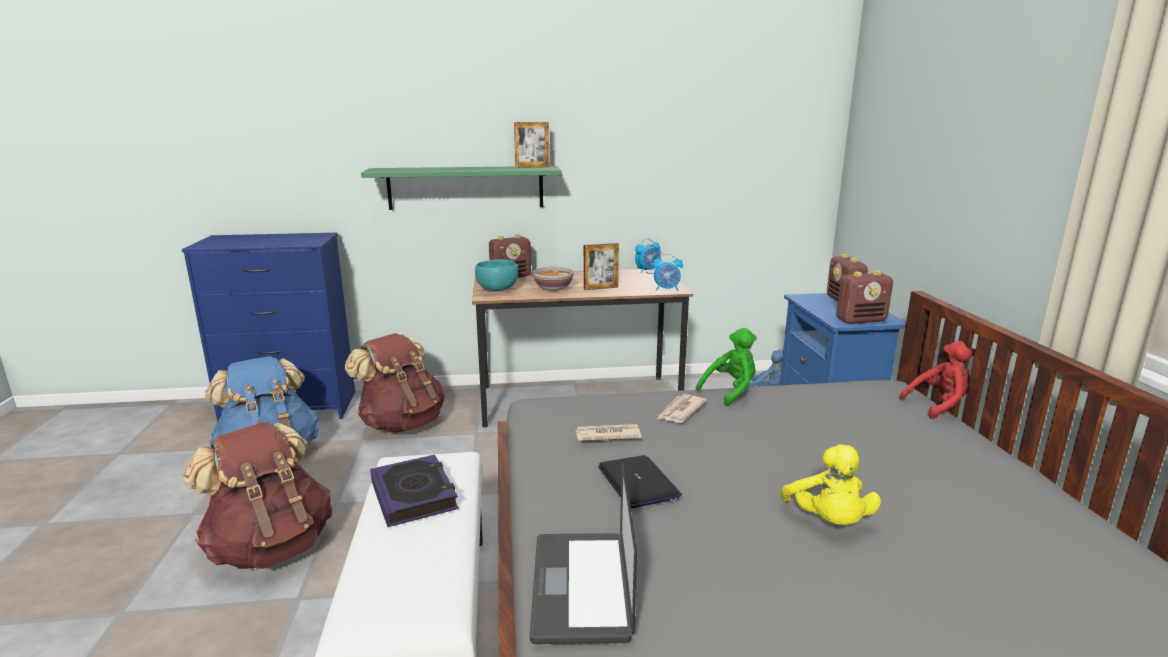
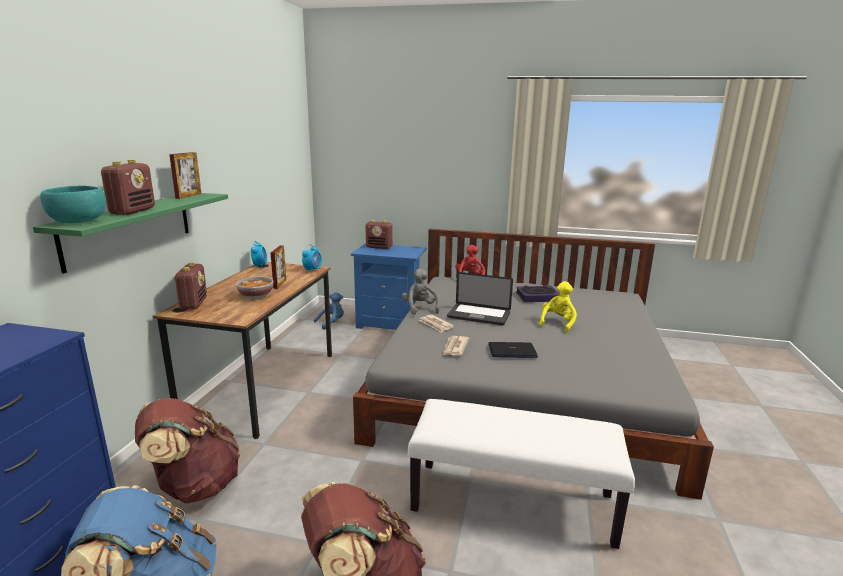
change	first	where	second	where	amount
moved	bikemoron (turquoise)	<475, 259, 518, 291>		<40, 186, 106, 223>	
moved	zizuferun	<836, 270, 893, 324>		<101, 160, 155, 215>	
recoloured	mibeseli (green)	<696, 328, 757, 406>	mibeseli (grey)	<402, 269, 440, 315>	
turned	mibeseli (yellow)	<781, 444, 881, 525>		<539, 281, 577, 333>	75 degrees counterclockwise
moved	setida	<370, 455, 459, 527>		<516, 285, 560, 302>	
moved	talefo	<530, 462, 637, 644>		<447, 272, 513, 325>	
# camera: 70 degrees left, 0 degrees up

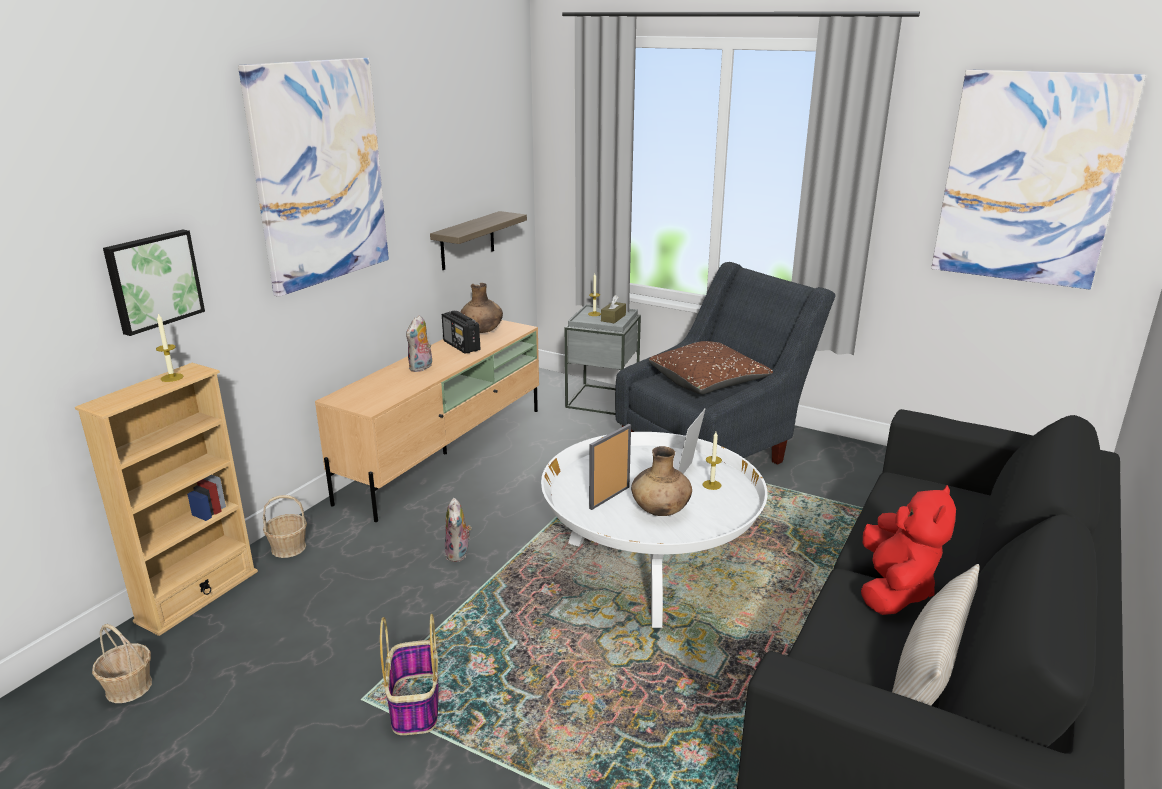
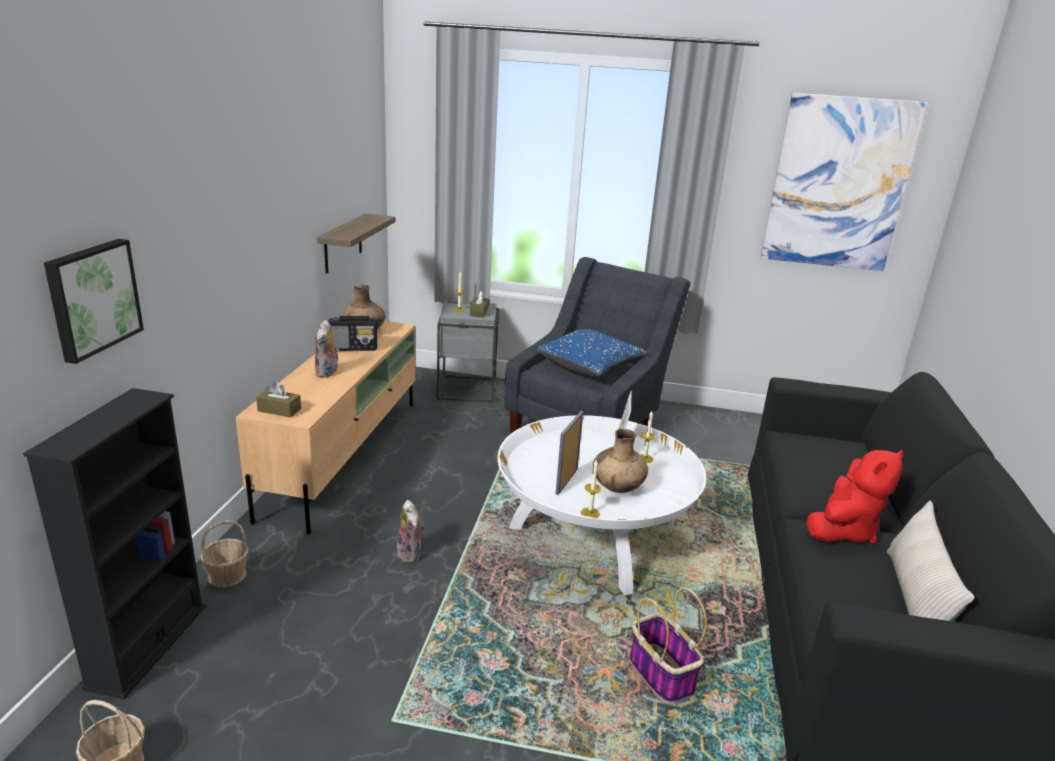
change	first	where	second	where	amount
removed	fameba	<238, 58, 389, 297>			
turned	zizuferun	<442, 310, 480, 353>		<328, 316, 377, 351>	45 degrees counterclockwise
moved	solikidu	<156, 314, 184, 382>		<581, 460, 601, 518>	
recoloured	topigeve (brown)	<649, 341, 773, 394>	topigeve (blue)	<537, 329, 648, 378>	
recoloured	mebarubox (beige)	<75, 363, 258, 636>	mebarubox (black)	<23, 388, 206, 699>	
turned	mibeseli (red)	<861, 485, 956, 615>		<807, 450, 903, 544>	45 degrees clockwise
moved	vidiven	<380, 614, 438, 735>		<629, 587, 707, 704>	
added			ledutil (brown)	<256, 382, 301, 418>	
# camera: 20 degrees left, 0 degrees up

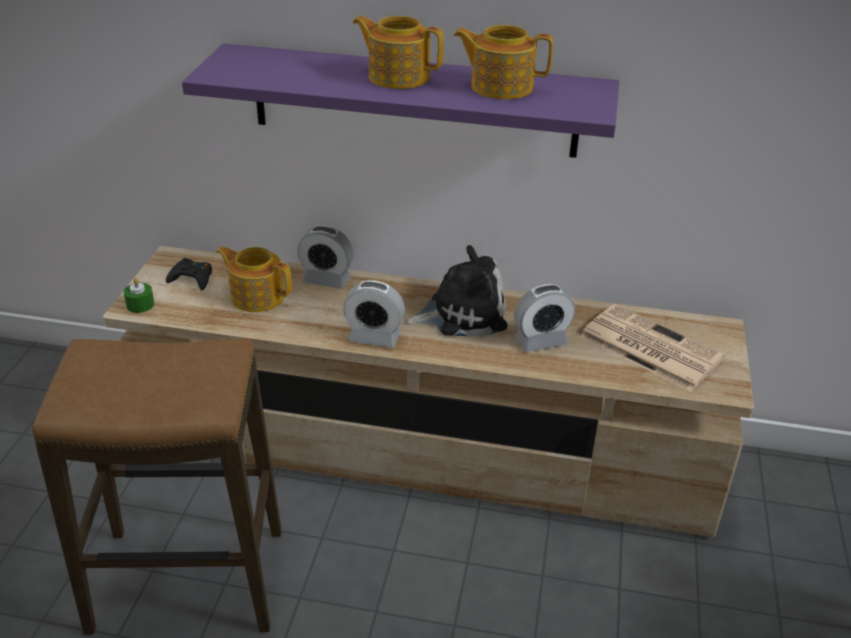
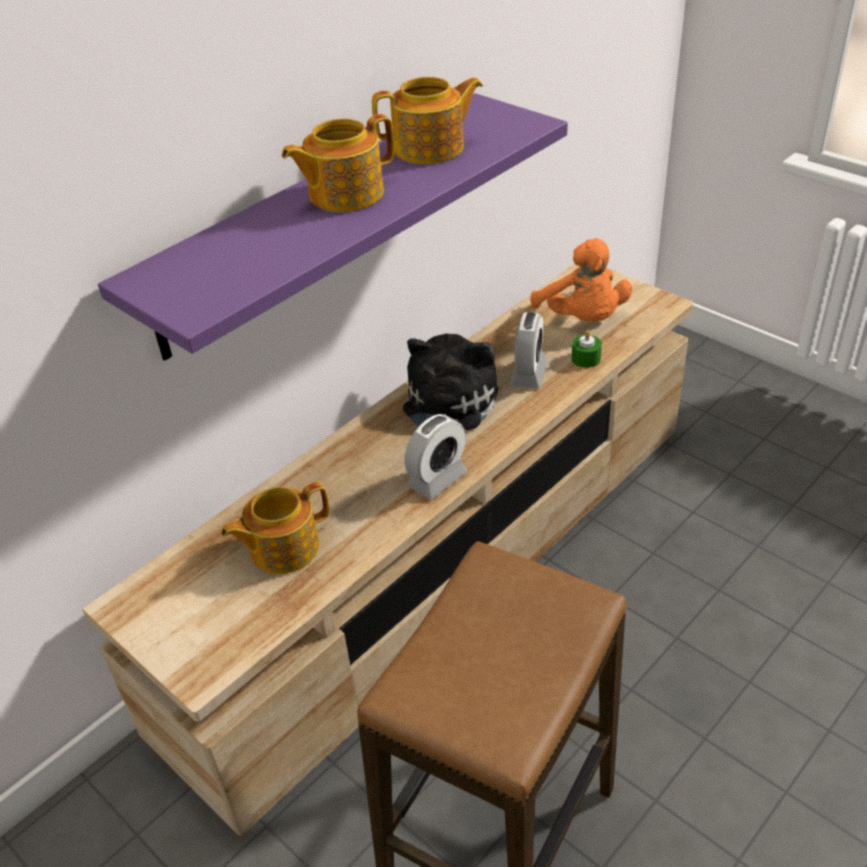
change	first	where	second	where	amount
turned	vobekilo	<453, 25, 553, 99>		<372, 77, 483, 164>	150 degrees counterclockwise
removed	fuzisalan	<297, 225, 354, 289>			
removed	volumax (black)	<166, 258, 212, 290>			
moved	solikidu (green)	<124, 278, 154, 313>		<571, 330, 602, 368>	
replaced	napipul	<580, 304, 725, 391>	mibeseli (orange)	<530, 238, 632, 322>	
# camera: 55 degrees left, 5 degrees up

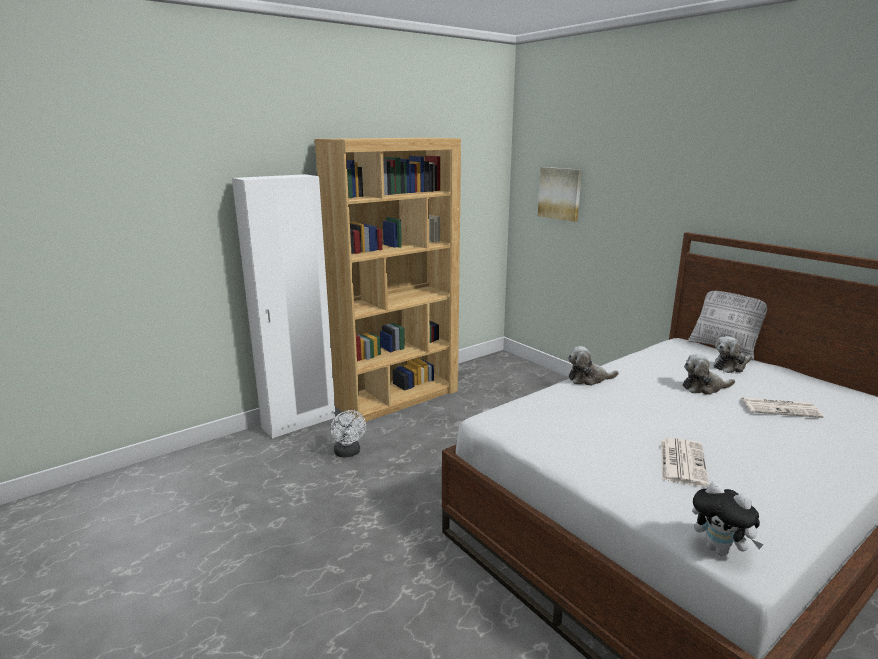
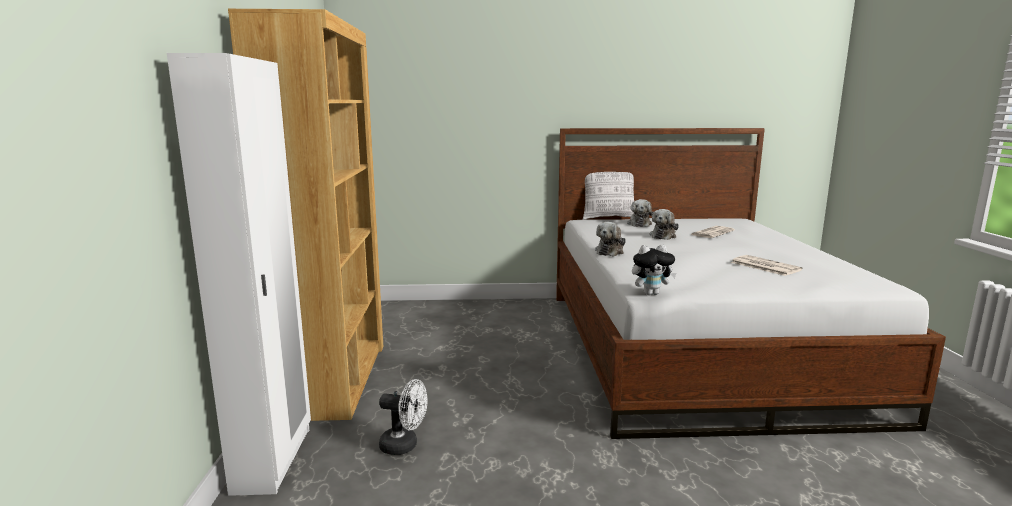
change	first	where	second	where	amount
removed	fameba	<538, 167, 582, 222>			
moved	mibeseli	<692, 481, 764, 556>		<632, 244, 677, 295>	
# camera: 55 degrees left, 5 degrees down

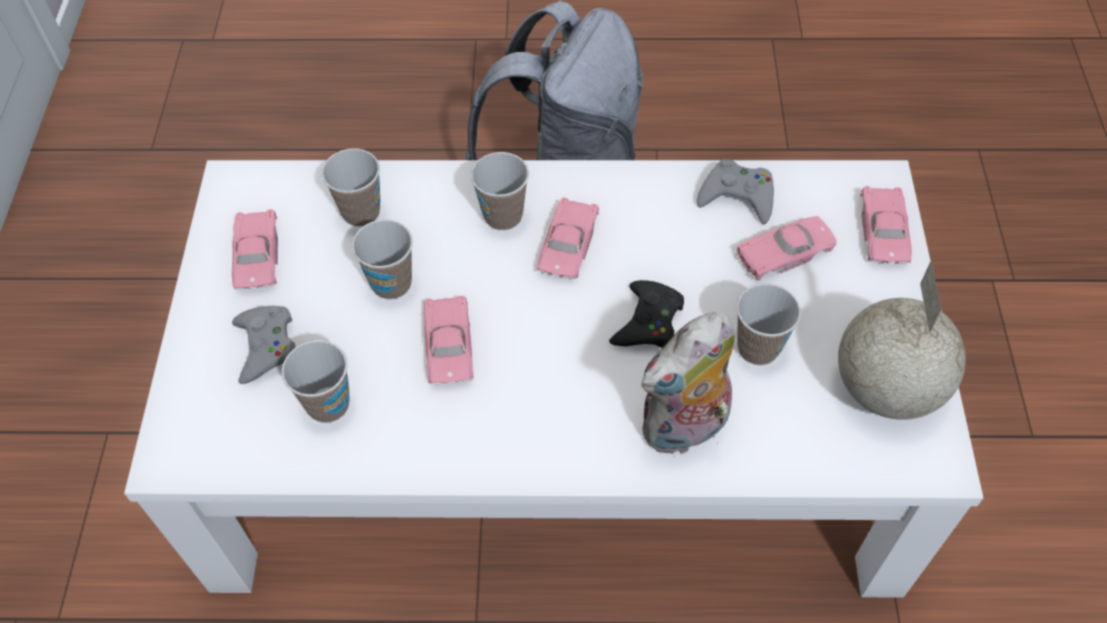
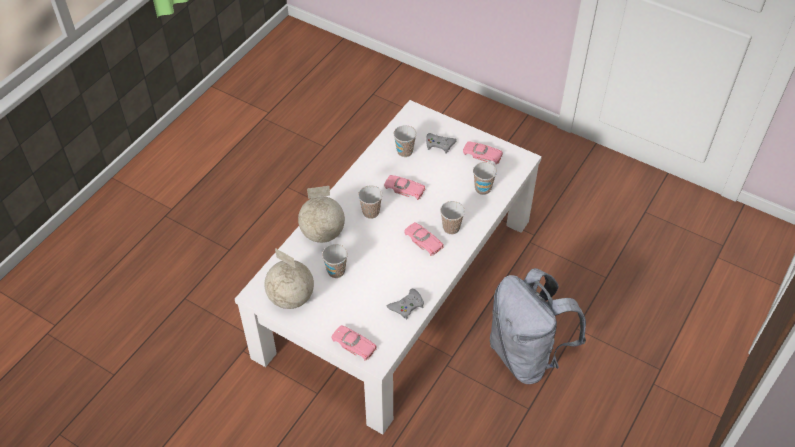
change	first	where	second	where	amount
removed	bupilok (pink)	<735, 216, 837, 280>			
moved	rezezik	<352, 219, 413, 299>		<358, 185, 383, 219>	
removed	volumax (black)	<609, 280, 684, 348>			
replaced	mibeseli	<641, 312, 735, 454>	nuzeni	<298, 186, 345, 243>	
# camera: 120 degrees right, 5 degrees down

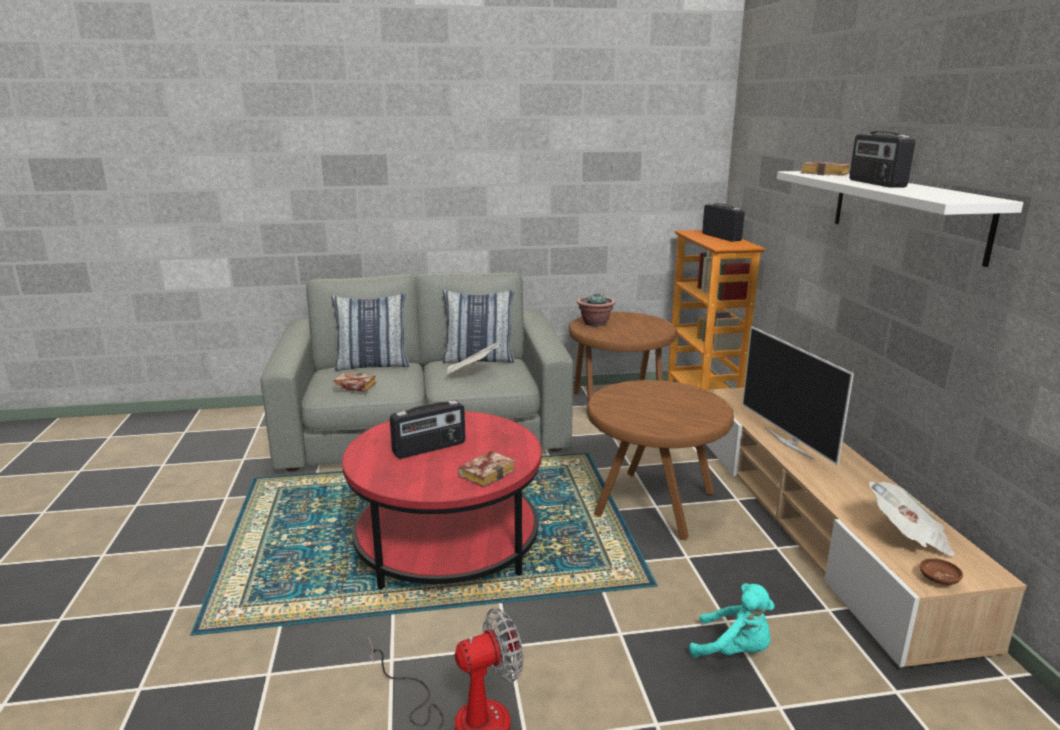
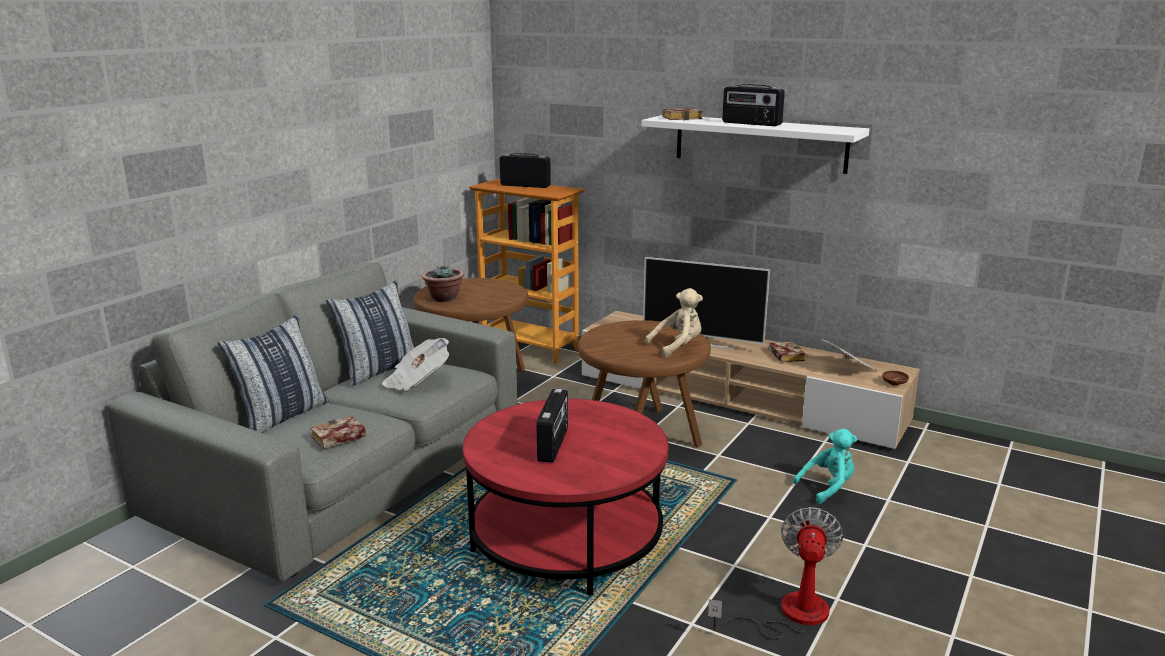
change	first	where	second	where	amount
moved	setida	<458, 451, 515, 487>		<769, 342, 805, 363>	
added			mibeseli (beige)	<645, 288, 703, 358>	
# camera: 50 degrees left, 0 degrees up

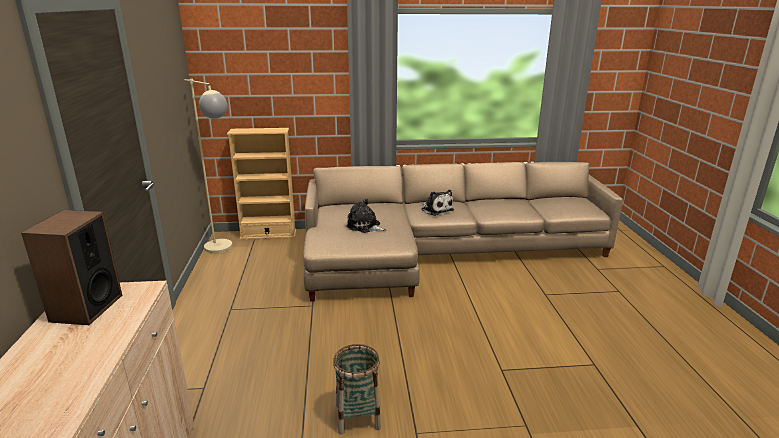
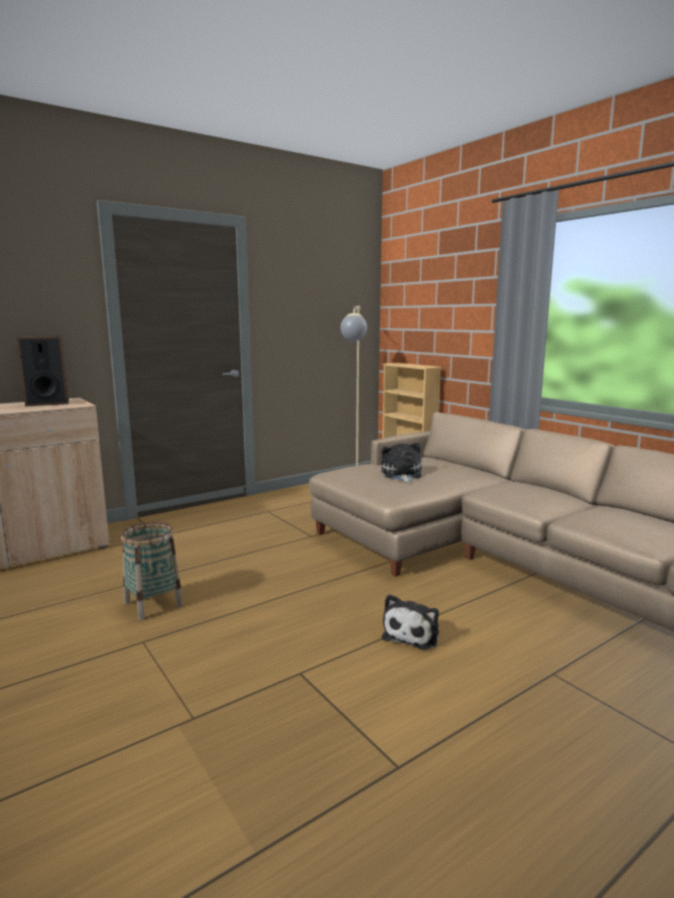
change	first	where	second	where	amount
moved	mibeseli	<422, 190, 454, 216>		<382, 594, 439, 650>	
# camera: 60 degrees right, 10 degrees down

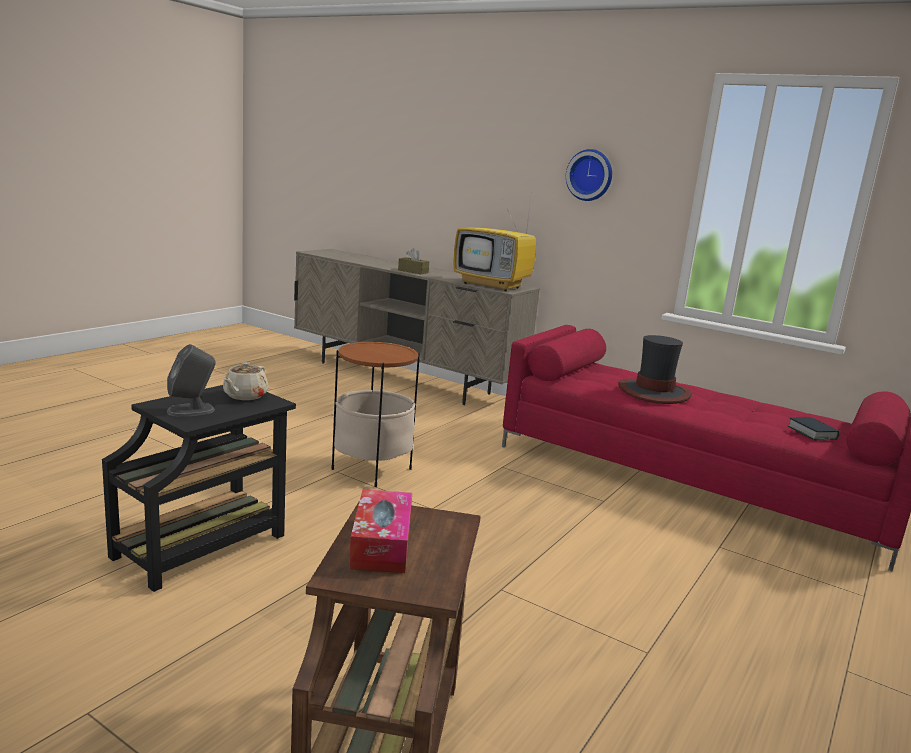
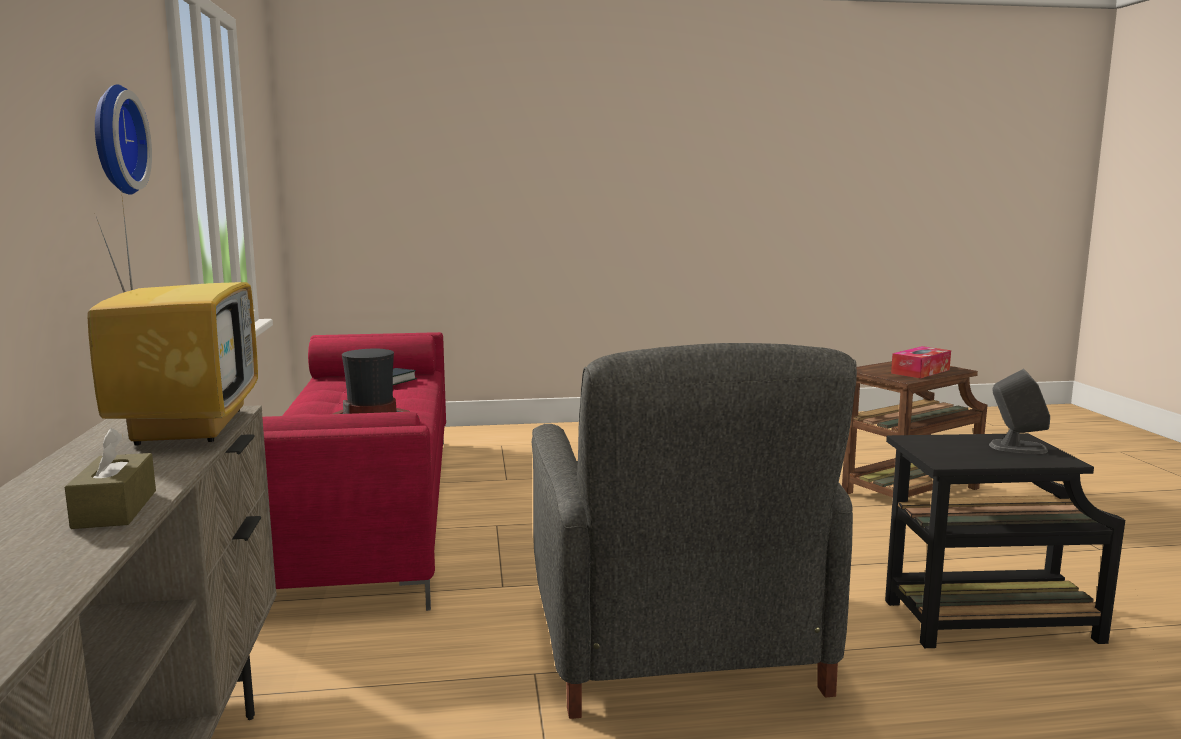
change	first	where	second	where	amount
replaced	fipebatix	<331, 341, 420, 487>	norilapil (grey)	<532, 343, 857, 719>	
removed	vobekilo (beige)	<223, 362, 269, 400>			
# camera: 130 degrees left, 5 degrees down

